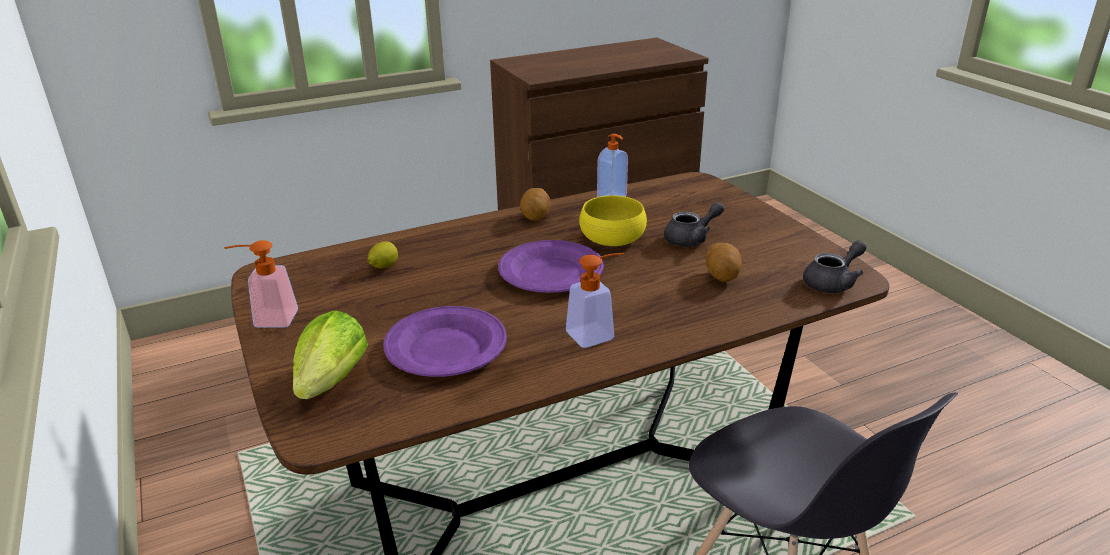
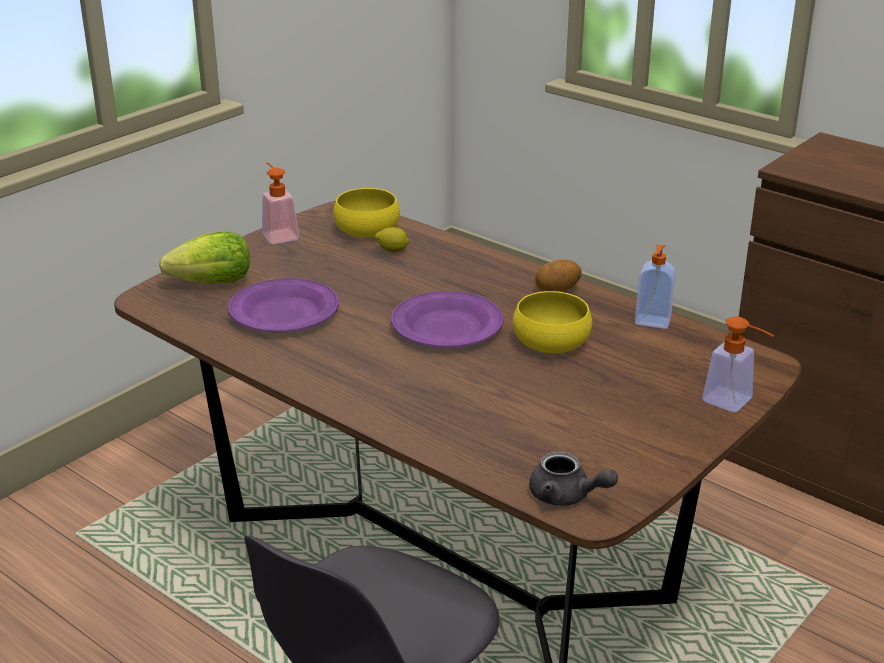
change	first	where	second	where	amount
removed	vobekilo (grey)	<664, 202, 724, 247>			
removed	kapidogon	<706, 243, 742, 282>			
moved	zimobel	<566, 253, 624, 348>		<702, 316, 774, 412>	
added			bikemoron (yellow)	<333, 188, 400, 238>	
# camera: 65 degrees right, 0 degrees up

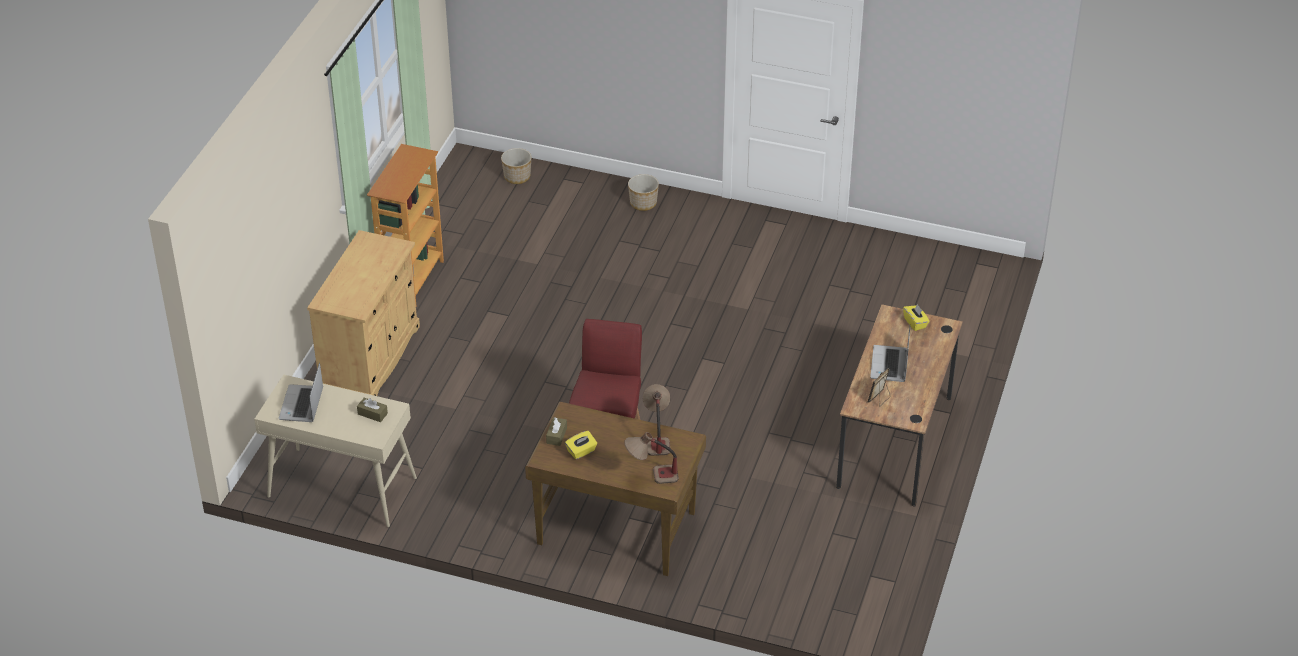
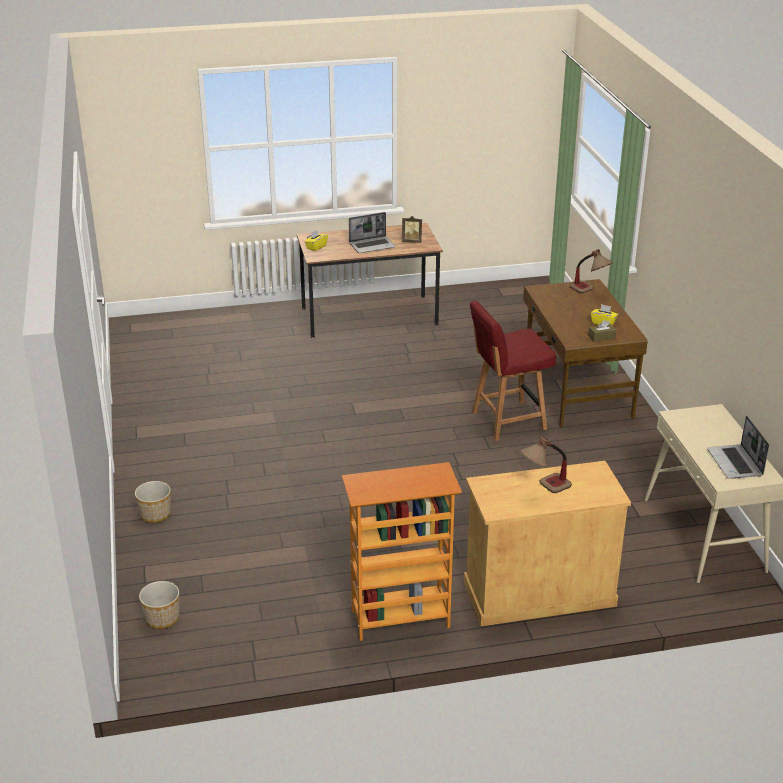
change	first	where	second	where	amount
turned	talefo	<279, 363, 323, 422>		<707, 416, 769, 479>	105 degrees clockwise
moved	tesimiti	<643, 384, 671, 456>		<520, 437, 572, 493>	
removed	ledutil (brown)	<357, 398, 388, 422>			
# camera: 120 degrees left, 10 degrees down

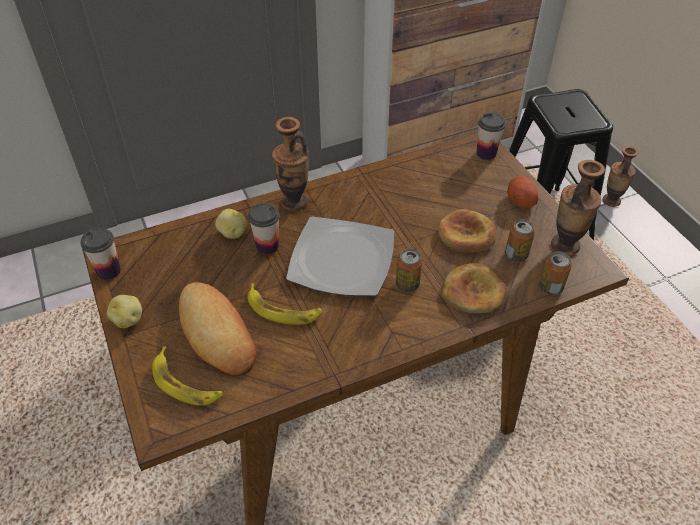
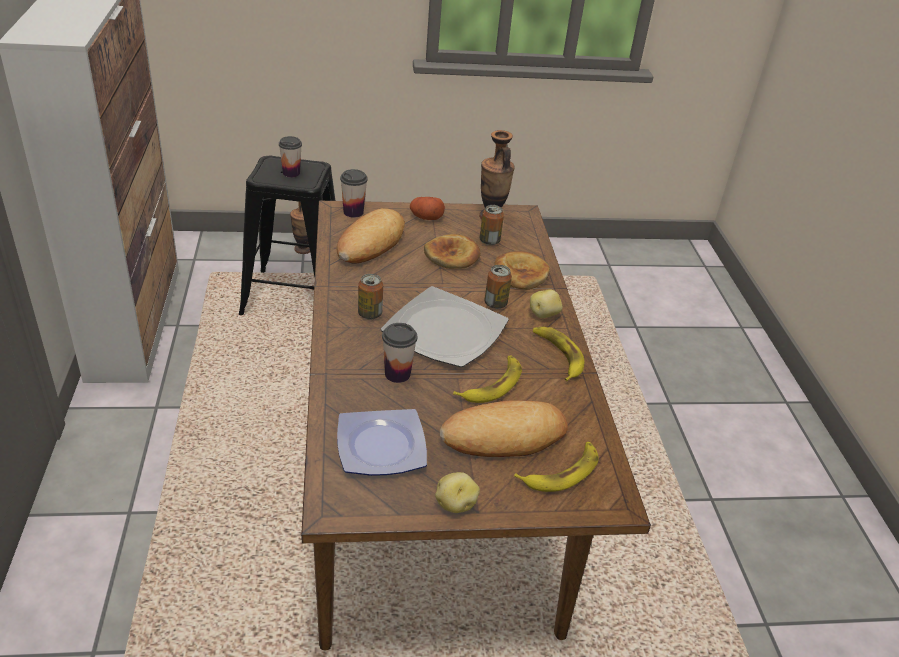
change	first	where	second	where	amount
removed	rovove	<272, 117, 309, 211>			
moved	kapidogon	<215, 209, 247, 239>		<530, 289, 563, 318>	
moved	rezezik	<80, 227, 121, 280>		<279, 136, 302, 178>	
moved	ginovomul	<539, 251, 572, 295>		<358, 274, 383, 319>	
added			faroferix	<337, 208, 405, 264>	
added			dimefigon	<533, 327, 584, 381>	
added			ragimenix	<337, 409, 427, 476>	
# camera: 75 degrees left, 10 degrees down

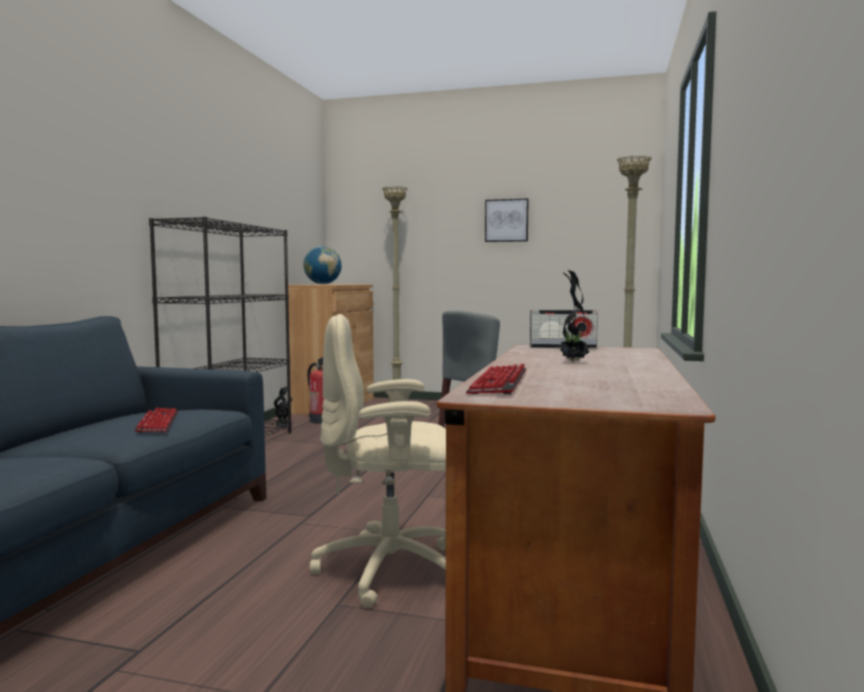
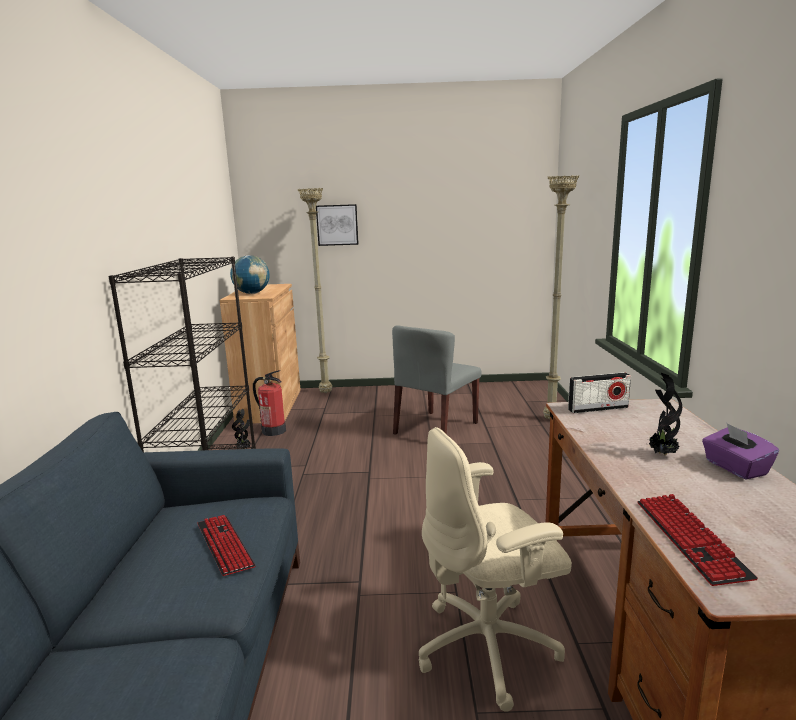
change	first	where	second	where	amount
moved	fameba	<485, 199, 529, 242>		<316, 204, 358, 246>	
added			ledutil (purple)	<702, 423, 779, 479>	
# camera: 15 degrees left, 10 degrees up

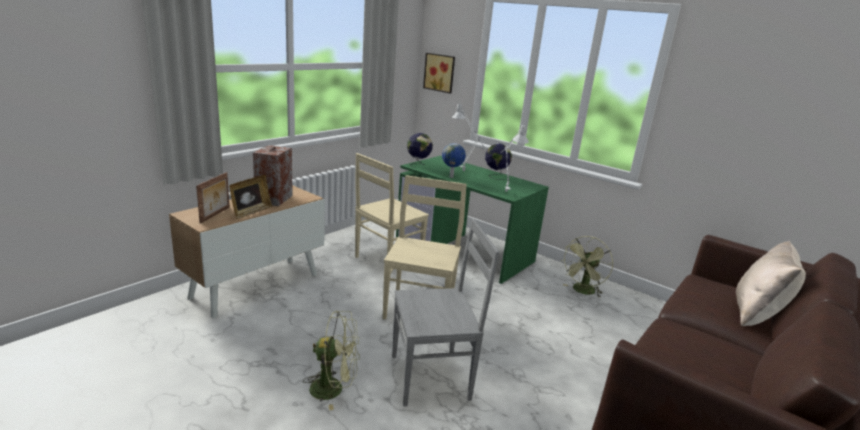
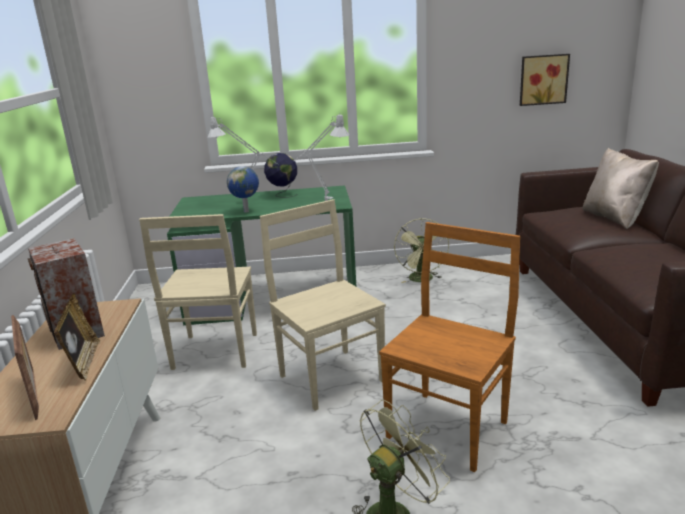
change	first	where	second	where	amount
moved	fameba	<423, 53, 455, 93>		<520, 54, 570, 106>	
removed	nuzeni	<407, 133, 433, 168>			
recoloured	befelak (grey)	<392, 219, 499, 406>	befelak (brown)	<379, 222, 520, 472>	
# camera: 40 degrees left, 0 degrees up

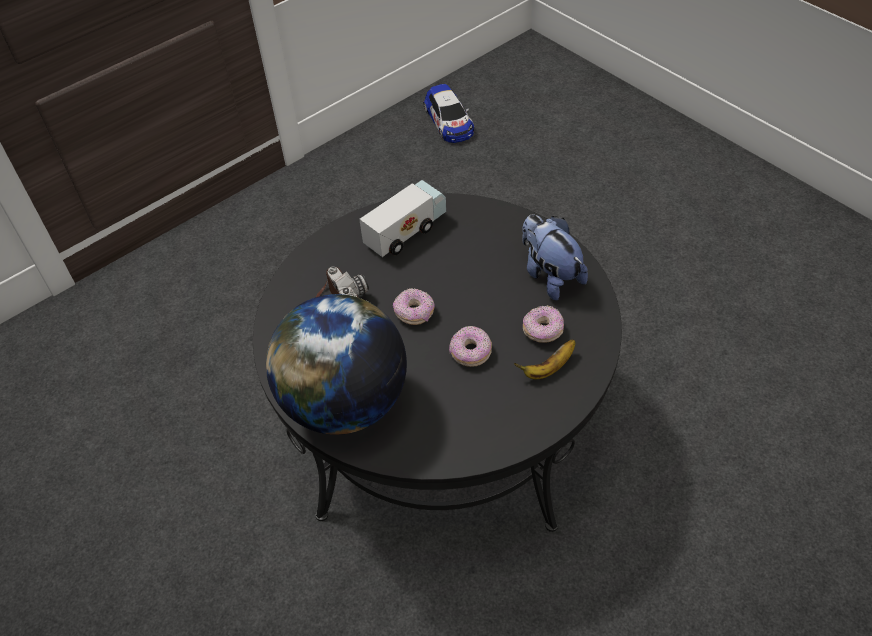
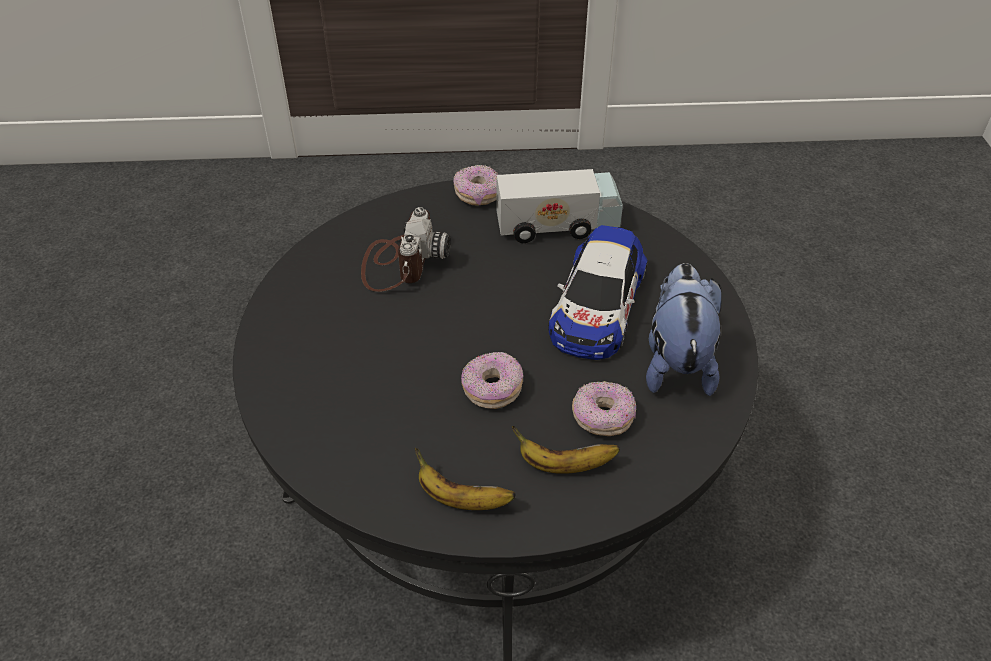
change	first	where	second	where	amount
moved	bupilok	<423, 84, 474, 143>		<548, 225, 648, 360>	
moved	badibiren	<393, 288, 435, 325>		<454, 165, 498, 205>	
removed	nuzeni	<266, 294, 407, 435>			
added			dimefigon	<415, 448, 516, 510>	
# camera: 35 degrees right, 5 degrees down

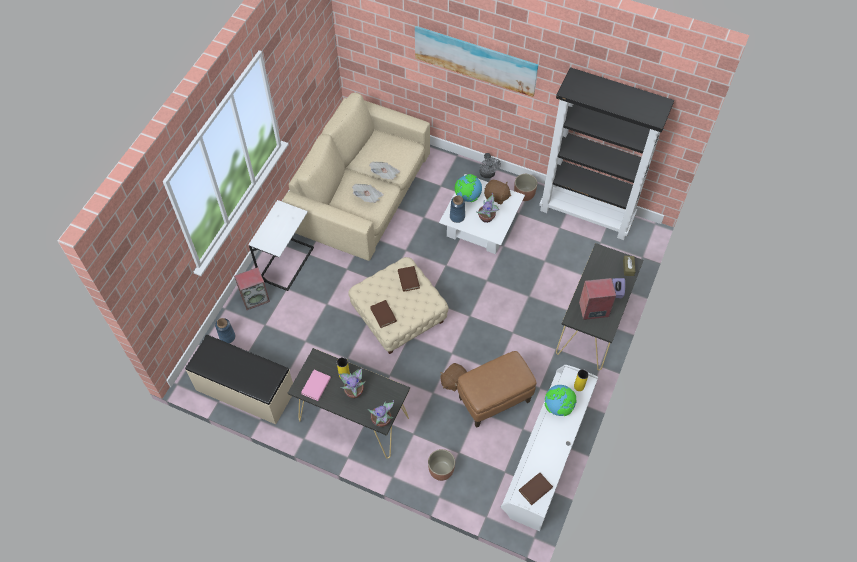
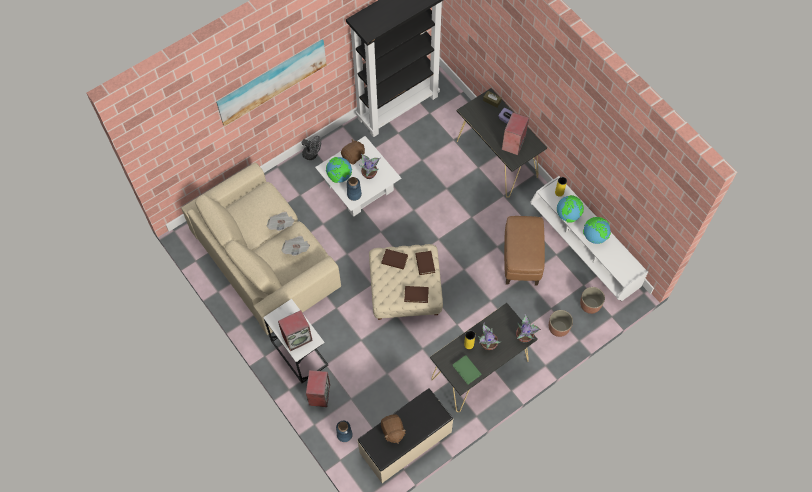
change	first	where	second	where	amount
moved	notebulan	<514, 174, 538, 201>		<580, 287, 605, 314>	
moved	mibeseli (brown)	<440, 363, 467, 392>		<381, 415, 406, 444>	
recoloured	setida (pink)	<301, 370, 331, 401>	setida (green)	<453, 355, 481, 384>	
moved	setida (brown)	<519, 473, 553, 505>		<415, 251, 435, 275>	
added			nuzeni	<583, 217, 611, 244>	
added			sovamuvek	<278, 310, 313, 351>	
# camera: 60 degrees left, 5 degrees up

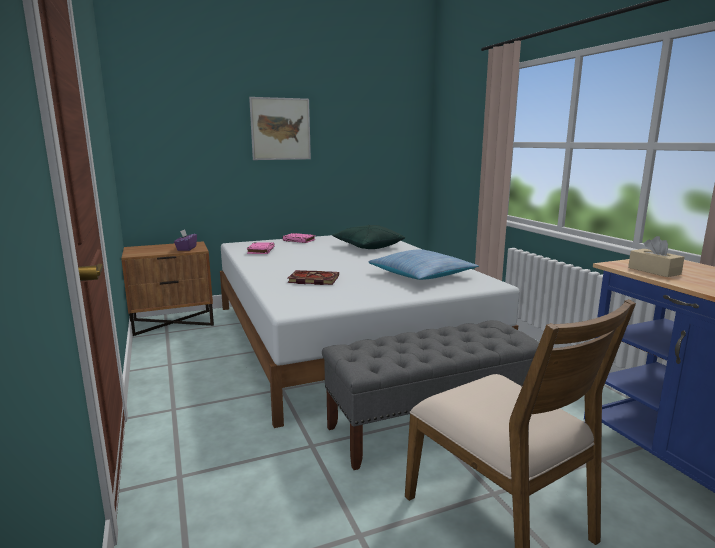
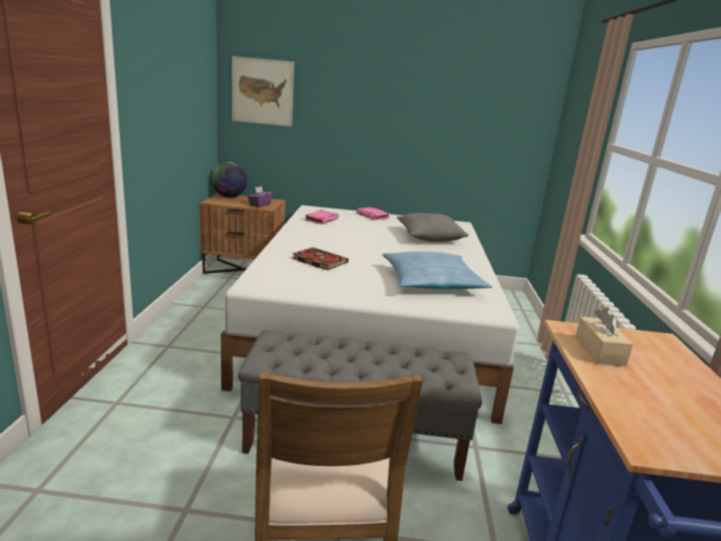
change	first	where	second	where	amount
moved	fameba	<249, 97, 311, 160>		<232, 56, 294, 127>	
recoloured	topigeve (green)	<332, 225, 405, 249>	topigeve (grey)	<397, 213, 469, 242>	
added			nuzeni	<211, 162, 247, 198>	
# camera: 25 degrees right, 5 degrees up

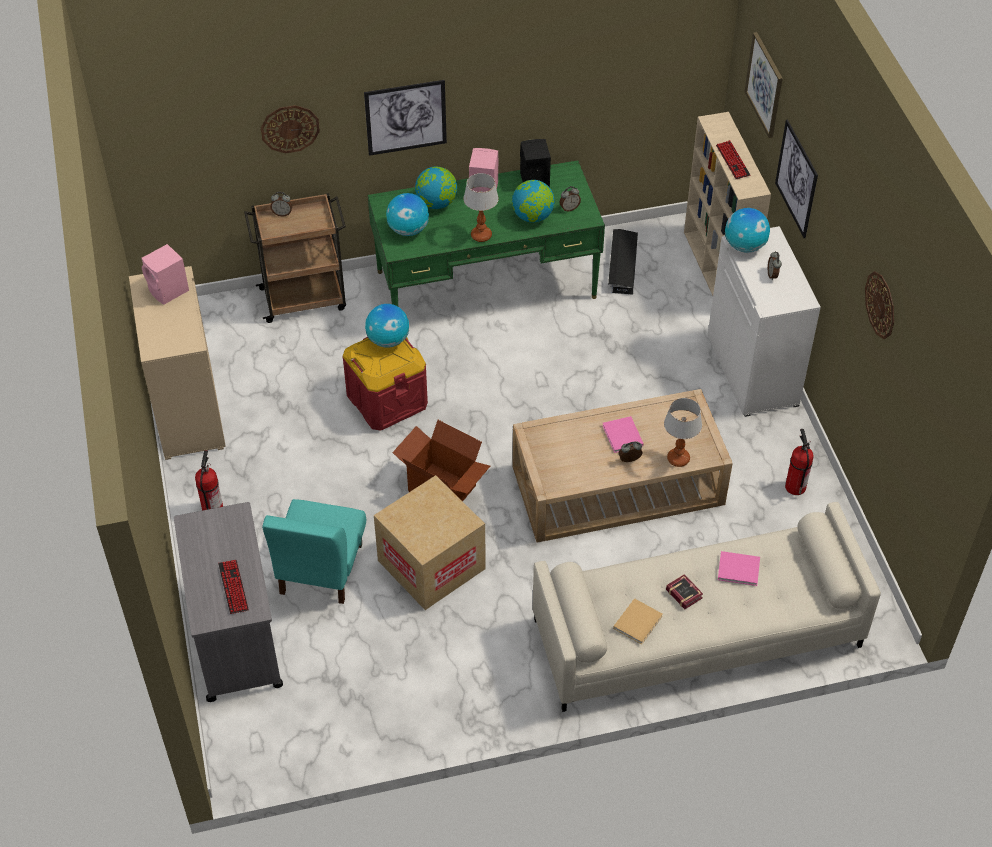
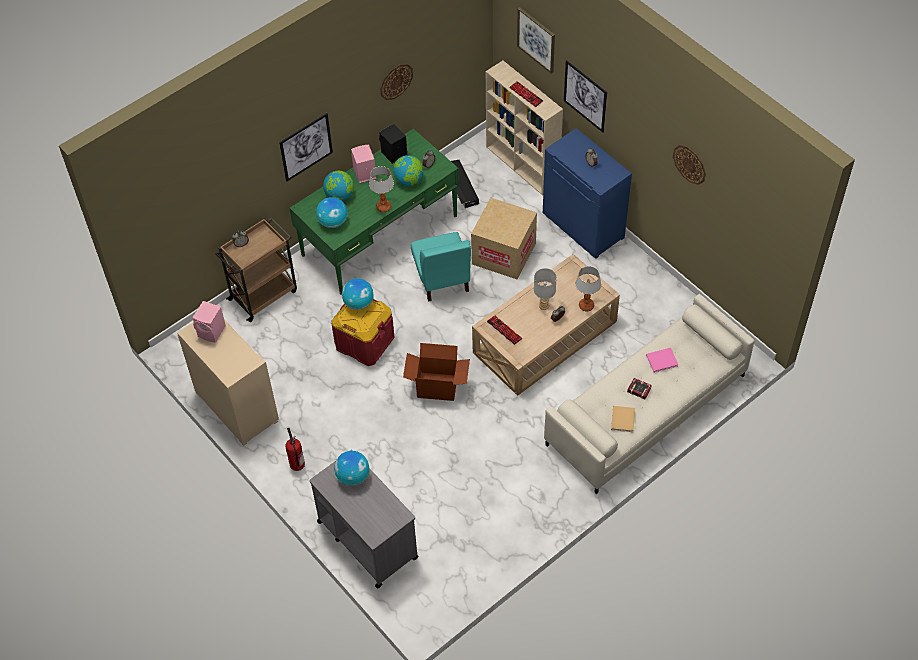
change	first	where	second	where	amount
moved	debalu	<261, 105, 320, 153>		<380, 64, 413, 100>	
moved	nuzeni	<725, 208, 770, 253>		<334, 451, 369, 486>	
recoloured	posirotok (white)	<708, 226, 821, 417>	posirotok (blue)	<543, 128, 632, 258>	
replaced	setida (pink)	<602, 416, 644, 453>	tesimiti (grey)	<534, 268, 557, 310>	
removed	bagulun	<785, 429, 814, 495>			
moved	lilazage	<374, 475, 486, 610>		<471, 198, 537, 279>	
moved	befelak (turquoise)	<262, 499, 366, 604>		<411, 232, 471, 302>	
moved	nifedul	<218, 560, 249, 614>		<487, 316, 523, 345>	
# camera: 25 degrees left, 5 degrees up

